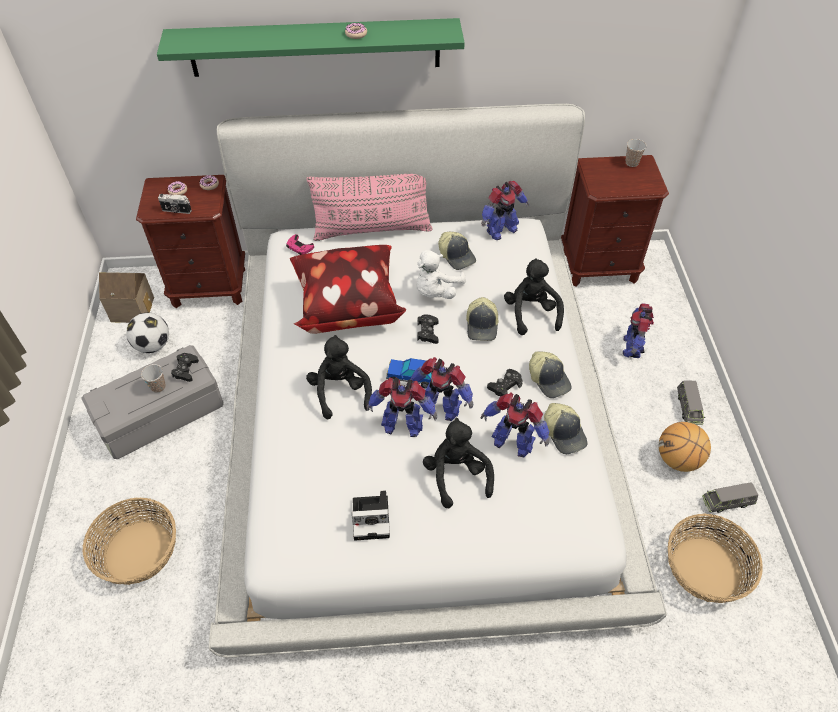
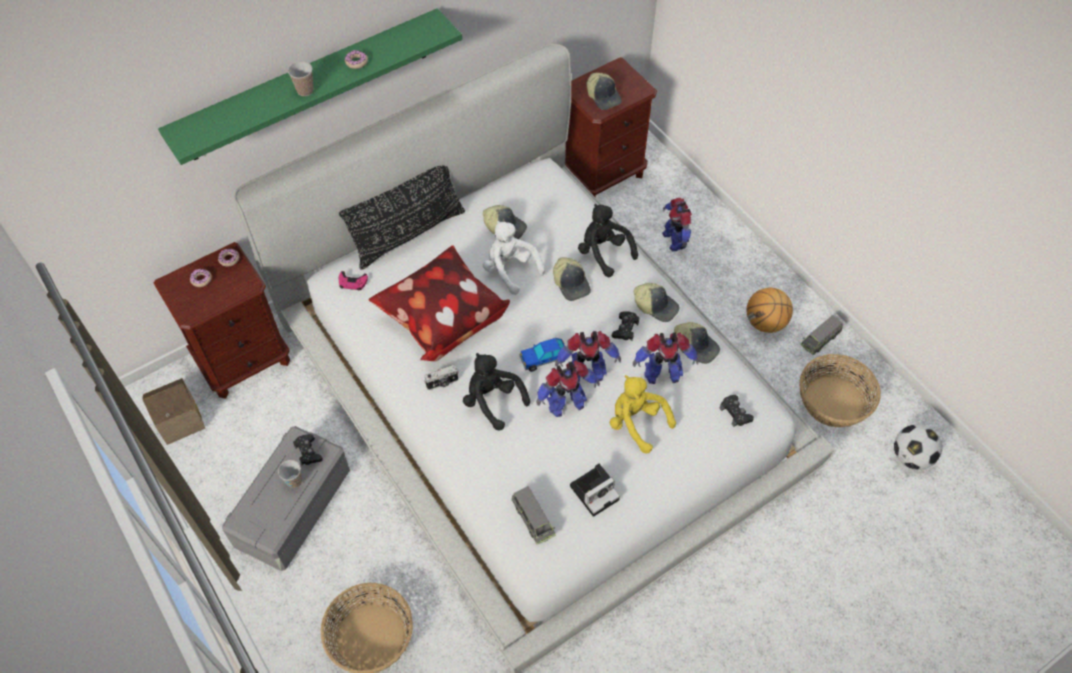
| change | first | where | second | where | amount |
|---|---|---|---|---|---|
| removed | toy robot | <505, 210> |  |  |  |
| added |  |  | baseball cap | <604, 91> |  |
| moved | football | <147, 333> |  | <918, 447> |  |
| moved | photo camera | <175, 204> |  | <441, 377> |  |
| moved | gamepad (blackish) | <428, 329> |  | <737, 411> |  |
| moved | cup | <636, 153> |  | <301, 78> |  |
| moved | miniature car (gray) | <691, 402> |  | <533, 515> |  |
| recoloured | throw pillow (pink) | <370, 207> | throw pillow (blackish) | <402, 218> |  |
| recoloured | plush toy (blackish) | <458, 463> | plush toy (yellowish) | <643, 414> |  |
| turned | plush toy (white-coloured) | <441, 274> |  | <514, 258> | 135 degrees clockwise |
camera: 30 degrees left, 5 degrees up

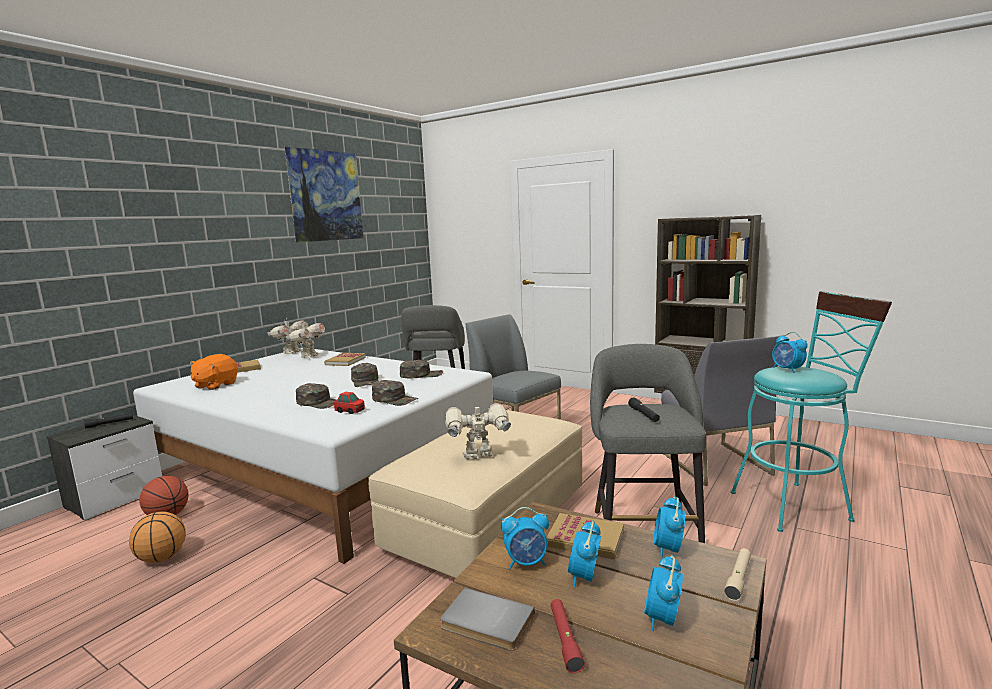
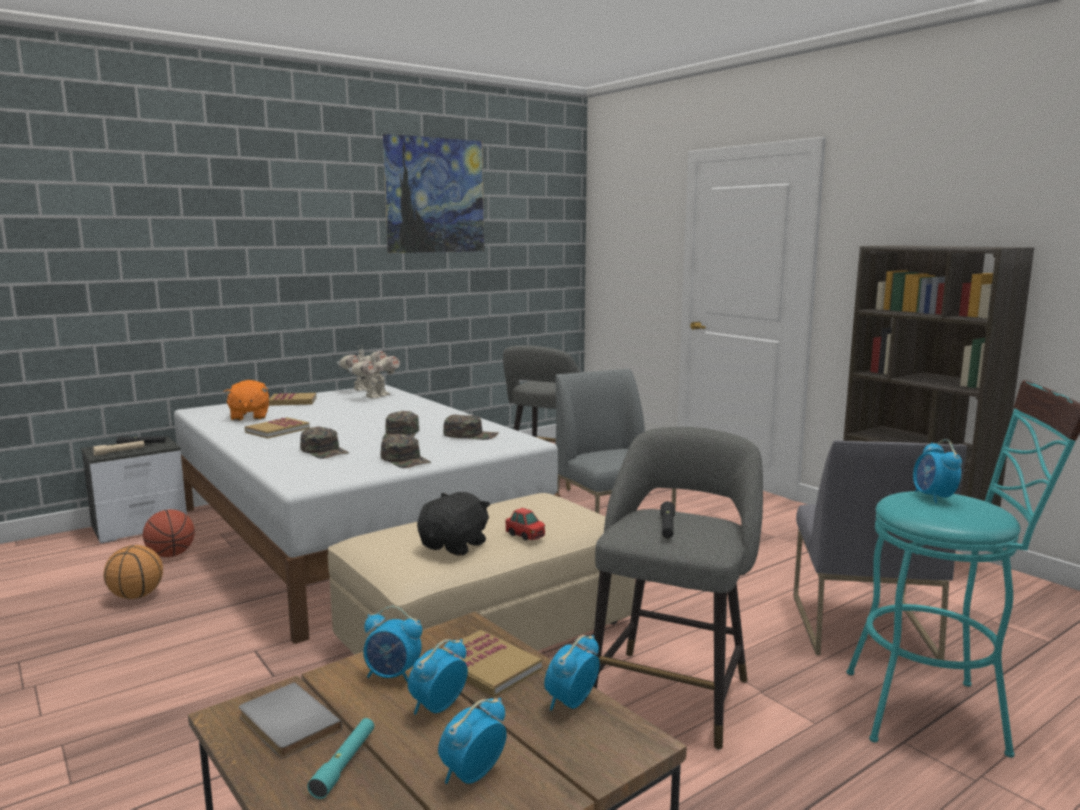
| change | first | where | second | where | amount |
|---|---|---|---|---|---|
| moved | volume | <345, 359> |  | <277, 427> |  |
| moved | miniature car | <349, 403> |  | <525, 524> |  |
| moved | torch (sand-coloured) | <737, 574> |  | <119, 448> |  |
| replaced | toy robot | <478, 430> | plush toy (blackish) | <454, 524> |  |
| recoloured | torch (red-coloured) | <568, 636> | torch (turquoise-coloured) | <340, 758> |  |
| turned | plush toy (orange) | <214, 372> |  | <246, 400> | 60 degrees counterclockwise |
camera: 20 degrees right, 0 degrees up

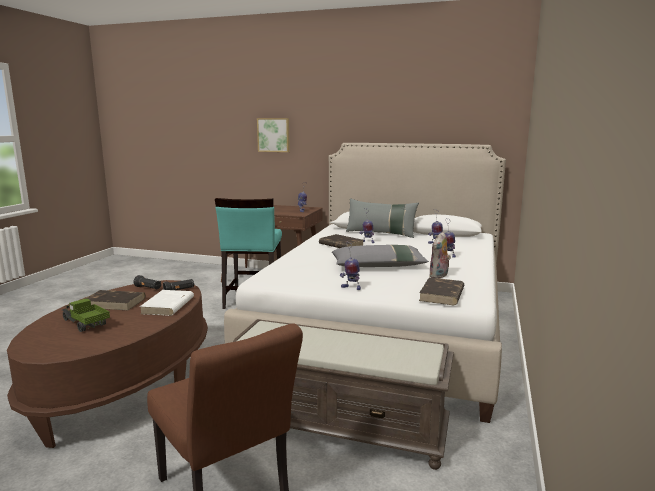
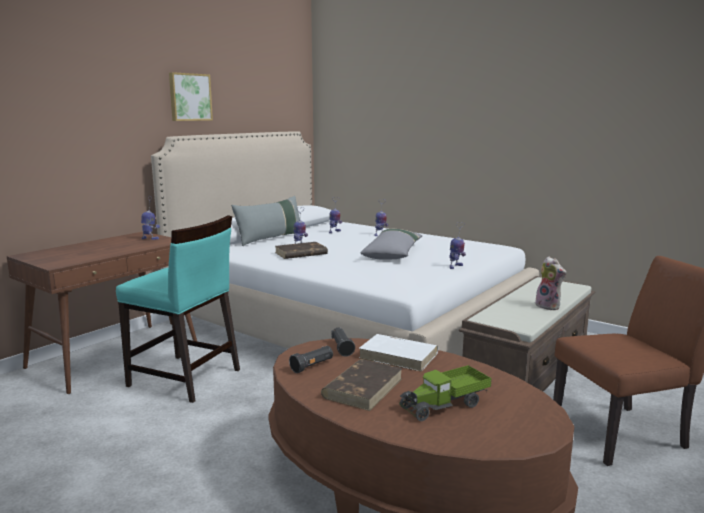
| change | first | where | second | where | amount |
|---|---|---|---|---|---|
| removed | volume (brownish) | <441, 291> |  |  |  |
| moved | wall art | <273, 135> |  | <191, 96> |  |
| moved | plush toy | <440, 255> |  | <550, 283> |  |
camera: 70 degrees left, 0 degrees up

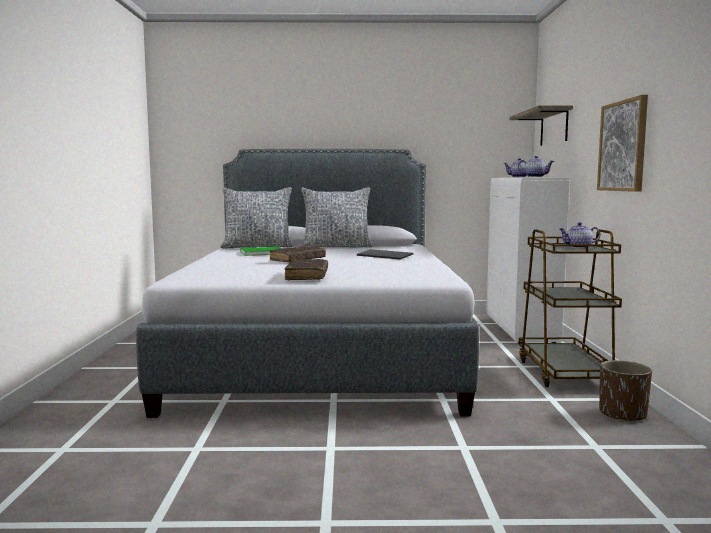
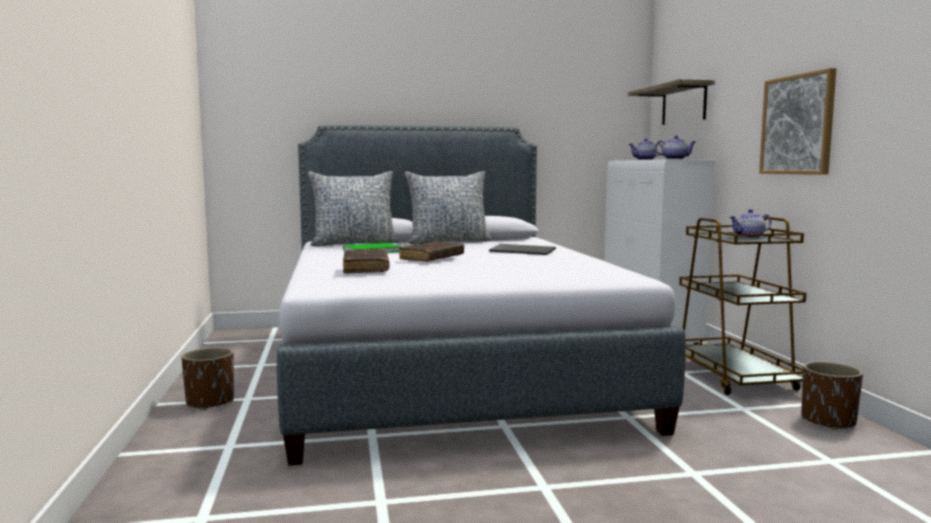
| change | first | where | second | where | amount |
|---|---|---|---|---|---|
| added |  |  | plant pot (brownish) | <207, 378> |  |
| moved | volume (brownish) | <306, 269> |  | <366, 261> |  |
camera: 10 degrees left, 0 degrees up

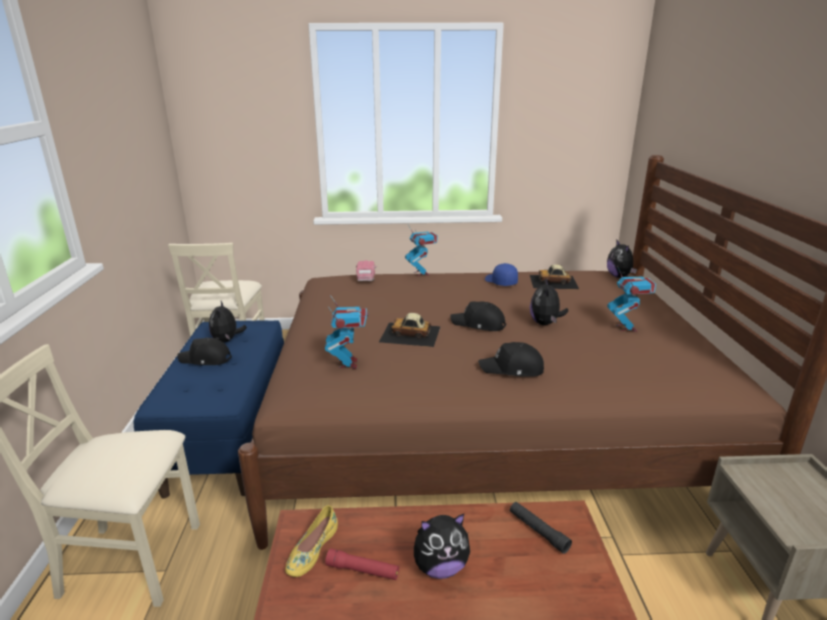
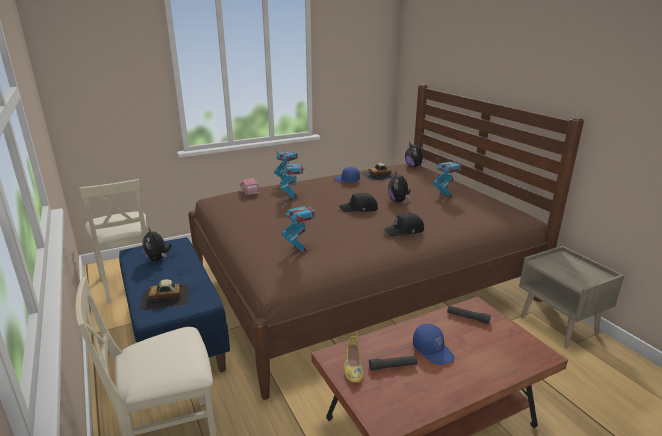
| change | first | where | second | where | amount |
|---|---|---|---|---|---|
| removed | baseball cap (blackish) | <204, 351> |  |  |  |
| added |  |  | toy robot | <292, 179> |  |
| moved | miniature car | <410, 330> |  | <164, 295> |  |
| replaced | plush toy | <442, 546> | baseball cap (bluish) | <433, 344> |  |
| recoloured | torch (red-coloured) | <362, 564> | torch (blackish) | <393, 363> |  |
camera: 25 degrees left, 0 degrees up

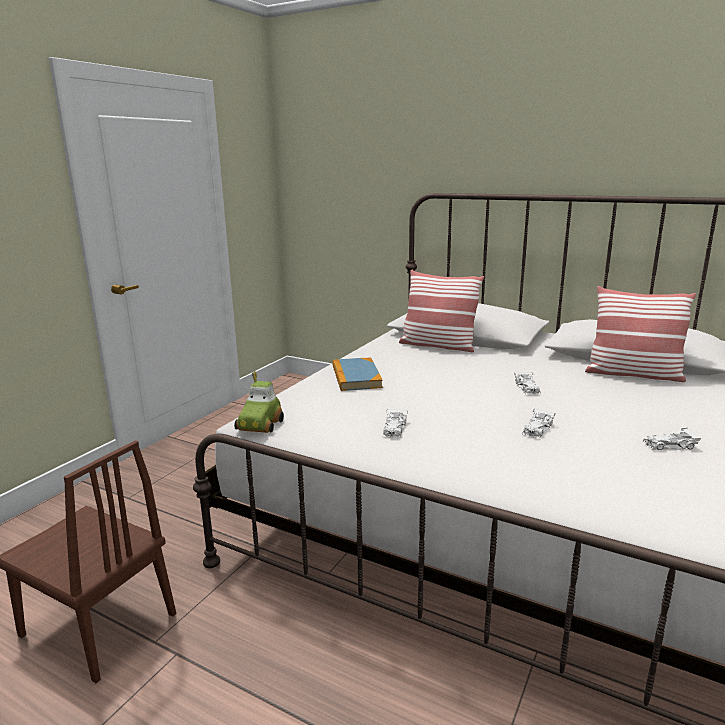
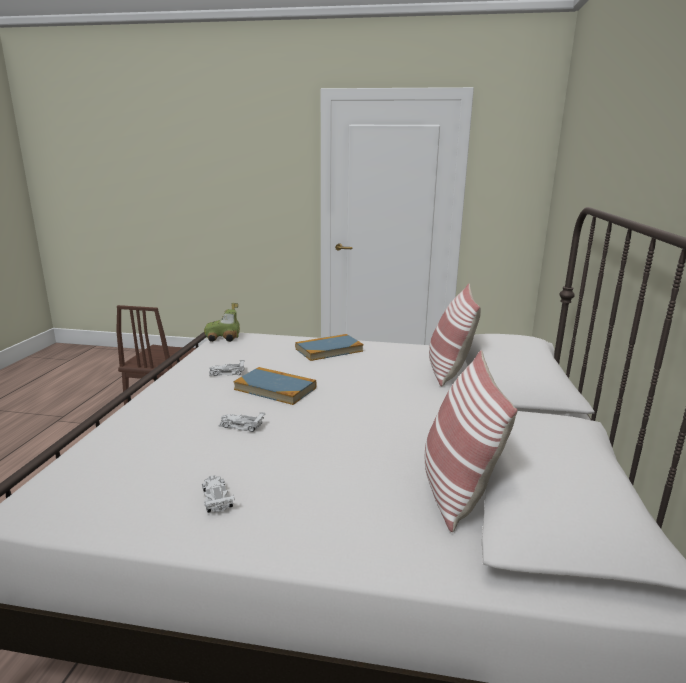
| change | first | where | second | where | amount |
|---|---|---|---|---|---|
| removed | miniature car (white-coloured) | <527, 383> |  |  |  |
| added |  |  | volume | <275, 386> |  |
camera: 70 degrees right, 0 degrees up

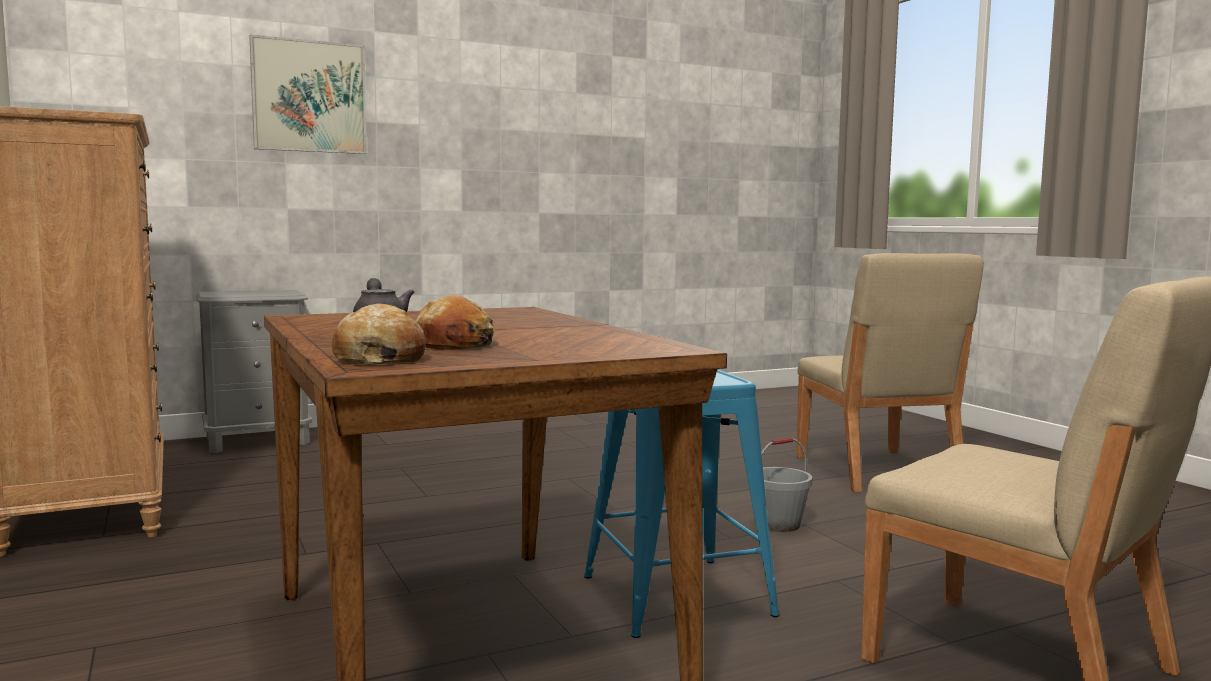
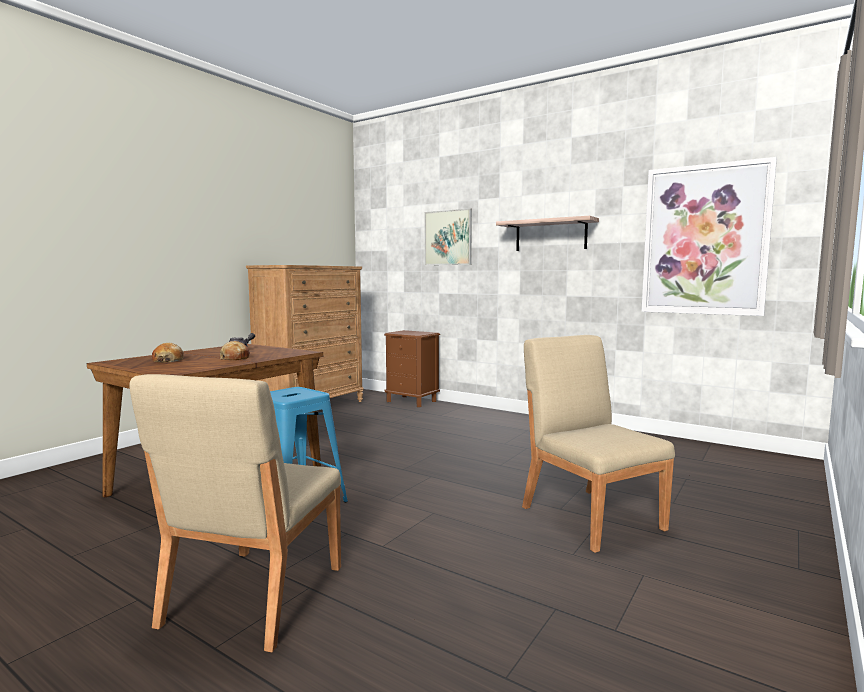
| change | first | where | second | where | amount |
|---|---|---|---|---|---|
| removed | pail (gray) | <786, 484> |  |  |  |
| added |  |  | wall shelf | <547, 233> |  |
| added |  |  | wall art | <709, 236> |  |
| moved | bread | <378, 334> |  | <235, 350> |  |
| recoloured | night table (gray) | <254, 371> | night table (brownish) | <412, 368> |  |
| turned | upright chair (sand-coloured) | <890, 373> |  | <598, 444> | 105 degrees clockwise |
camera: 60 degrees right, 0 degrees up

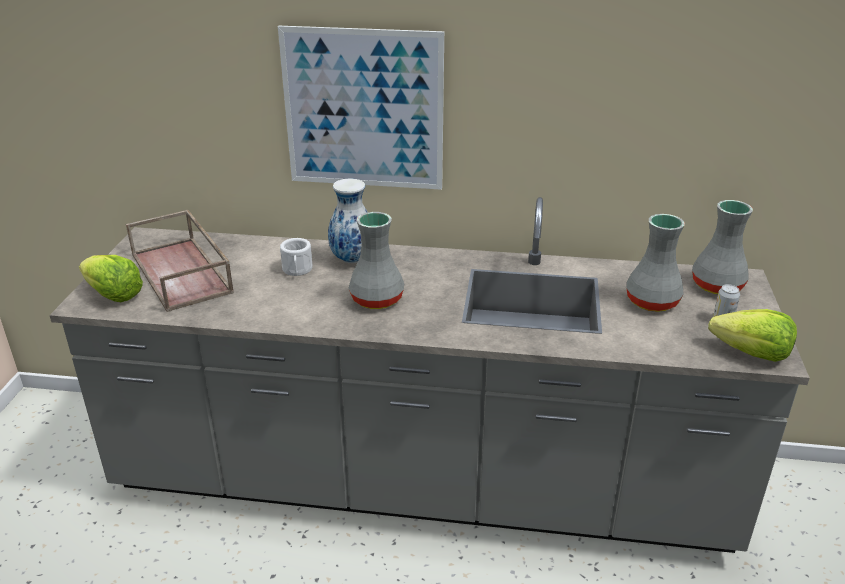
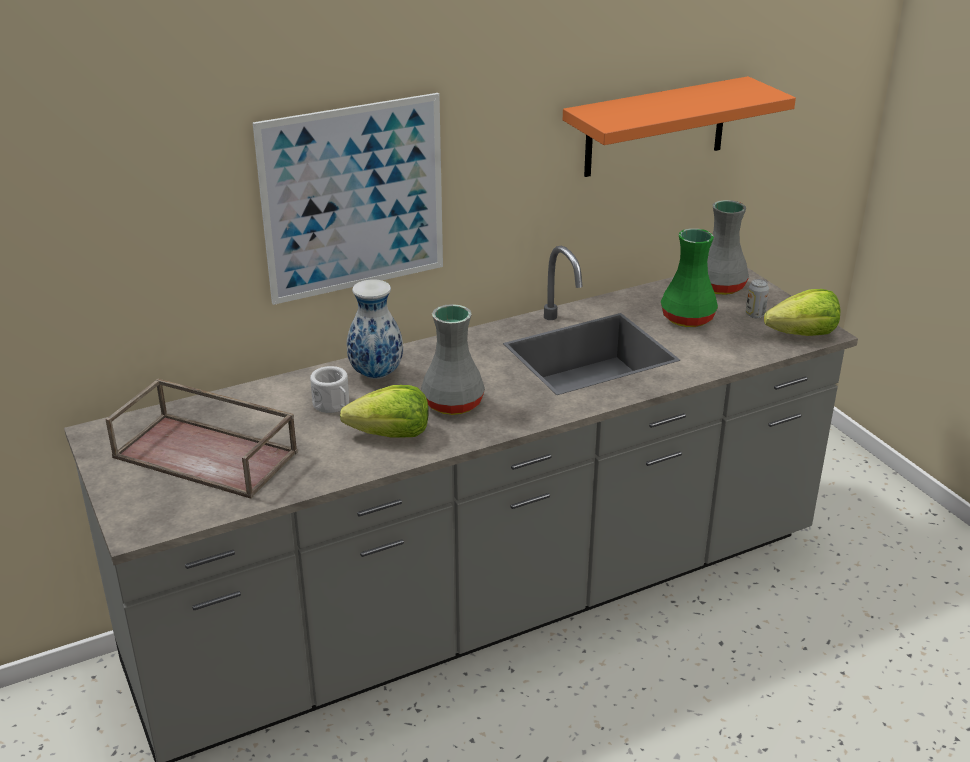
| change | first | where | second | where | amount |
|---|---|---|---|---|---|
| added |  |  | wall shelf (orange) | <679, 126> |  |
| moved | lettuce | <111, 278> |  | <384, 411> |  |
| recoloured | flower vase (gray) | <655, 263> | flower vase (greenish) | <689, 277> |  |
camera: 35 degrees left, 0 degrees up

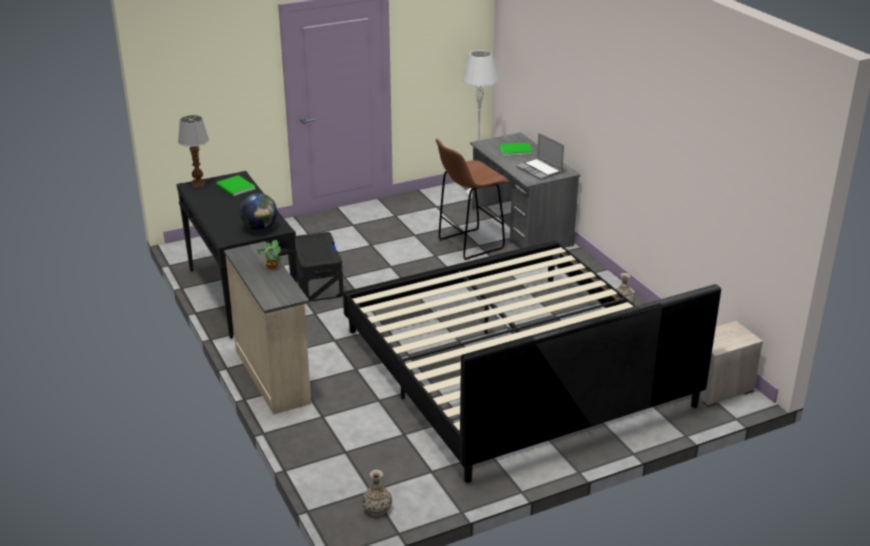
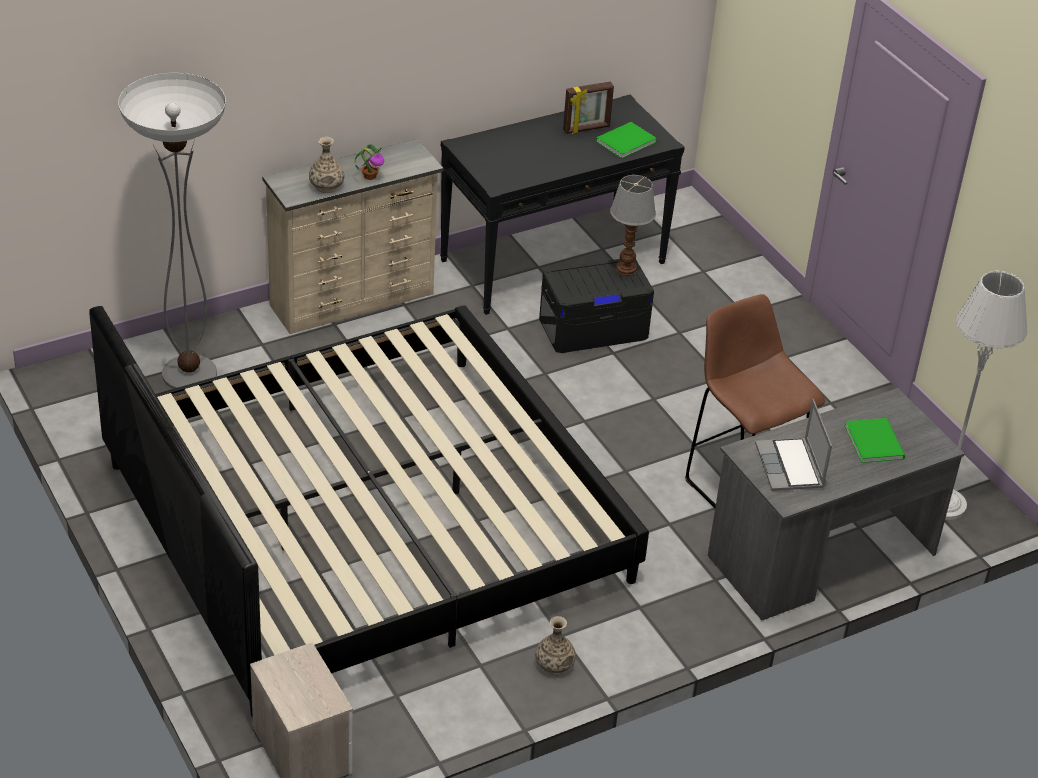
| change | first | where | second | where | amount |
|---|---|---|---|---|---|
| removed | globe | <258, 211> |  |  |  |
| added |  |  | standing lamp | <172, 231> |  |
| added |  |  | picture frame | <588, 108> |  |
| moved | tabletop lamp | <193, 151> |  | <633, 225> |  |
| moved | flower vase | <377, 493> |  | <326, 165> |  |
| turned | notebook computer | <540, 156> |  | <793, 445> | 60 degrees counterclockwise |
camera: 85 degrees right, 10 degrees up

